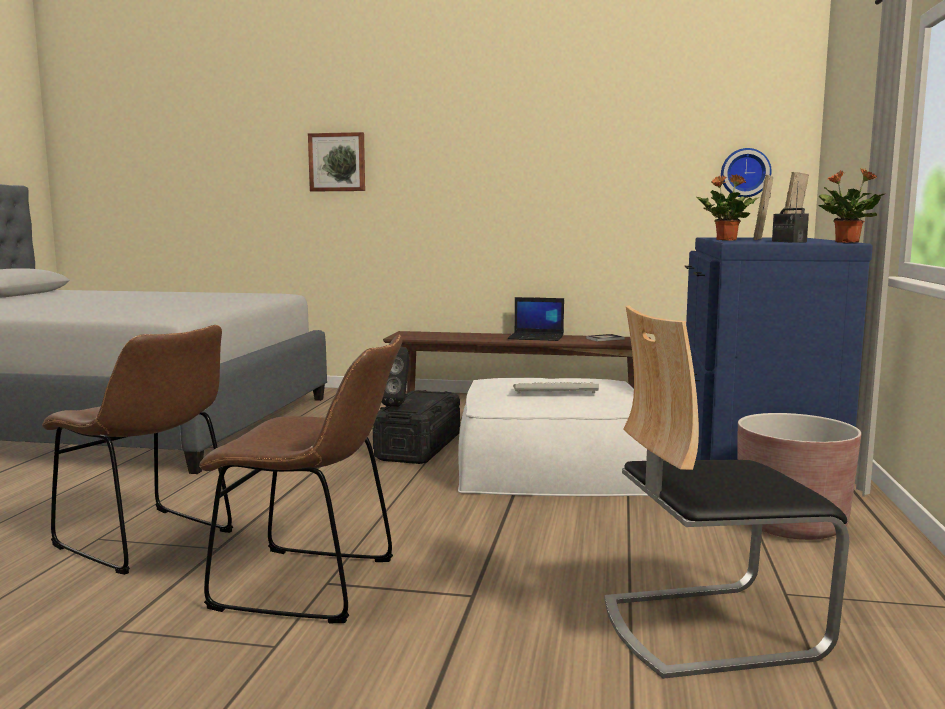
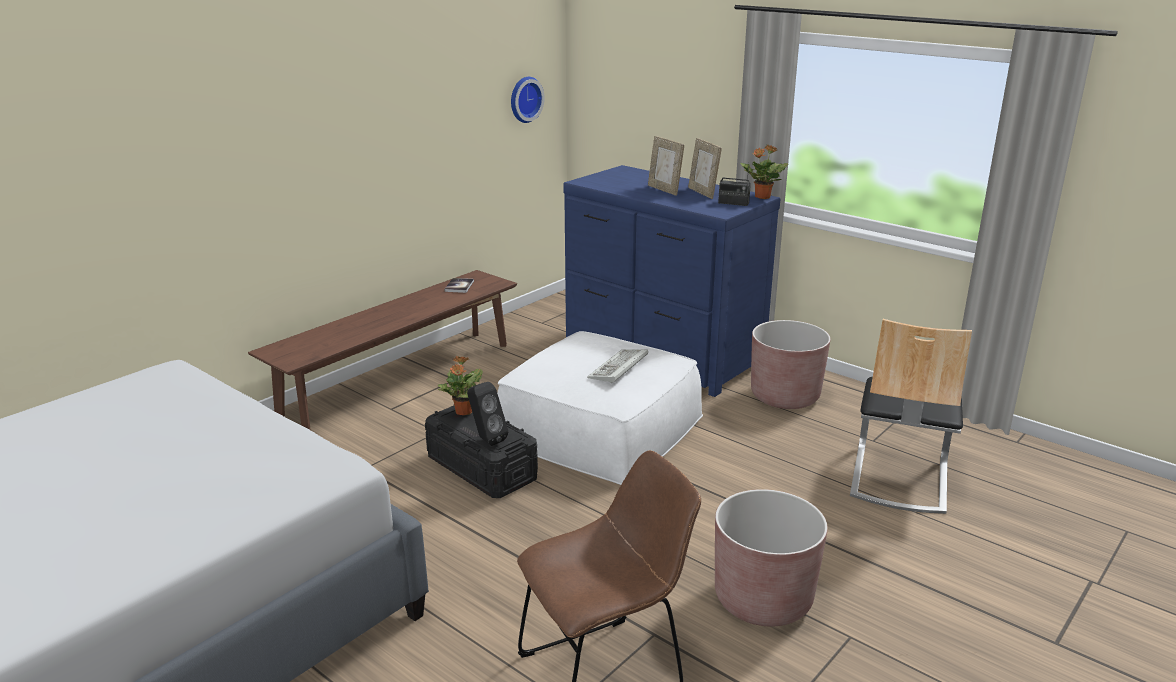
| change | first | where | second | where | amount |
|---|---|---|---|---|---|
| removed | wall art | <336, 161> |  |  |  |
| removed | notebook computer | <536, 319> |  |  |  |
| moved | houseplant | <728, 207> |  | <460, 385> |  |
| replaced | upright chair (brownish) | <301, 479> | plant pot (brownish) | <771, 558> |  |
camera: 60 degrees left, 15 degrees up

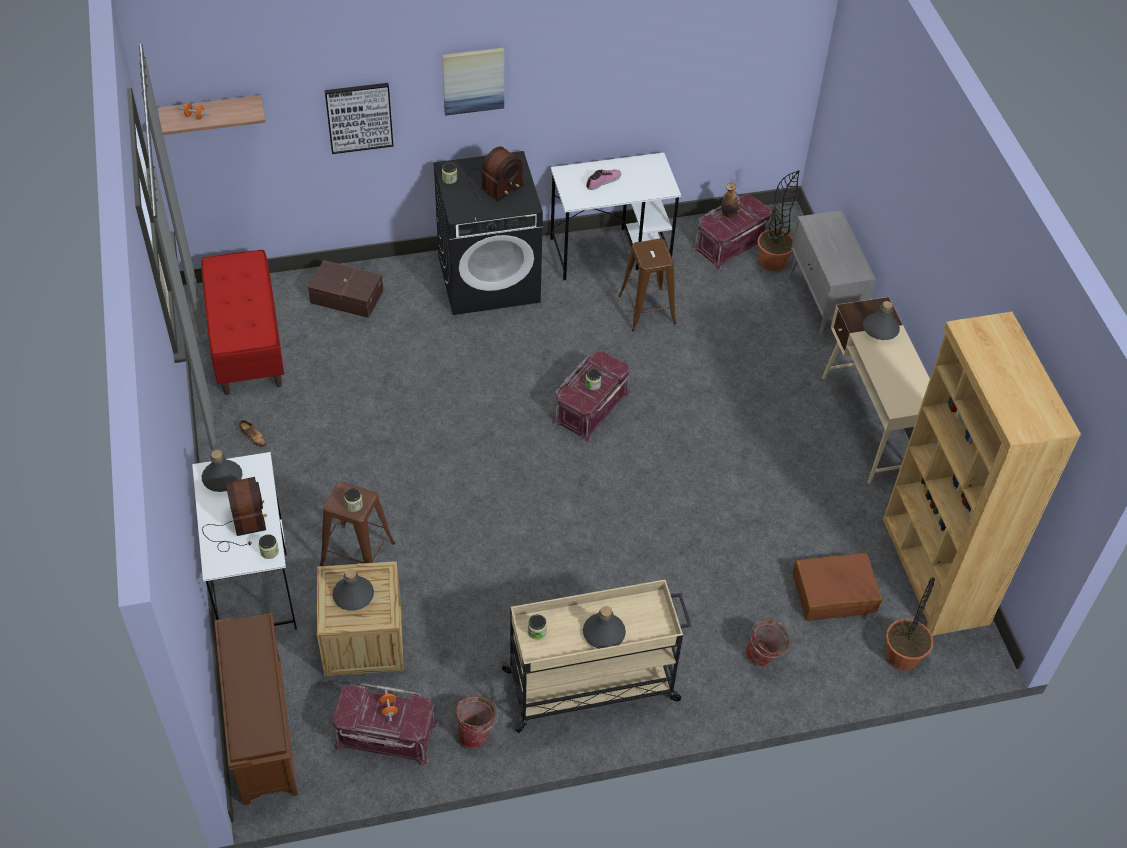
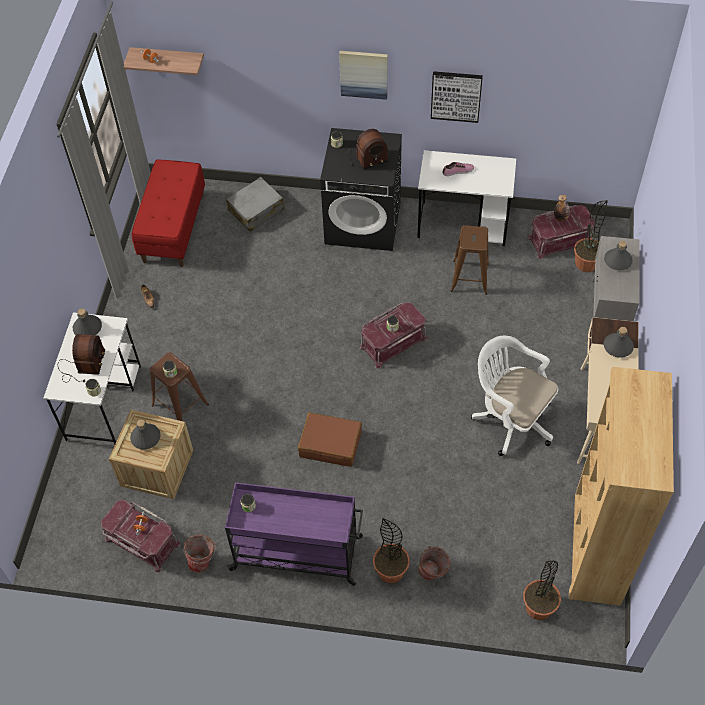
| change | first | where | second | where | amount |
|---|---|---|---|---|---|
| removed | shoe shelf (brownish) | <256, 709> |  |  |  |
| added |  |  | houseplant | <391, 550> |  |
| added |  |  | computer chair (white-coloured) | <514, 396> |  |
| moved | wall art | <359, 118> |  | <457, 97> |  |
| moved | bottle (gray) | <604, 627> |  | <618, 255> |  |
| moved | piece of luggage (brownish) | <837, 587> |  | <330, 440> |  |
| replaced | storage container (brownish) | <345, 289> | piece of luggage (gray) | <255, 204> |  |
| recoloured | cart (sand-coloured) | <595, 656> | cart (purple) | <294, 534> |  |
camera: 25 degrees right, 5 degrees up

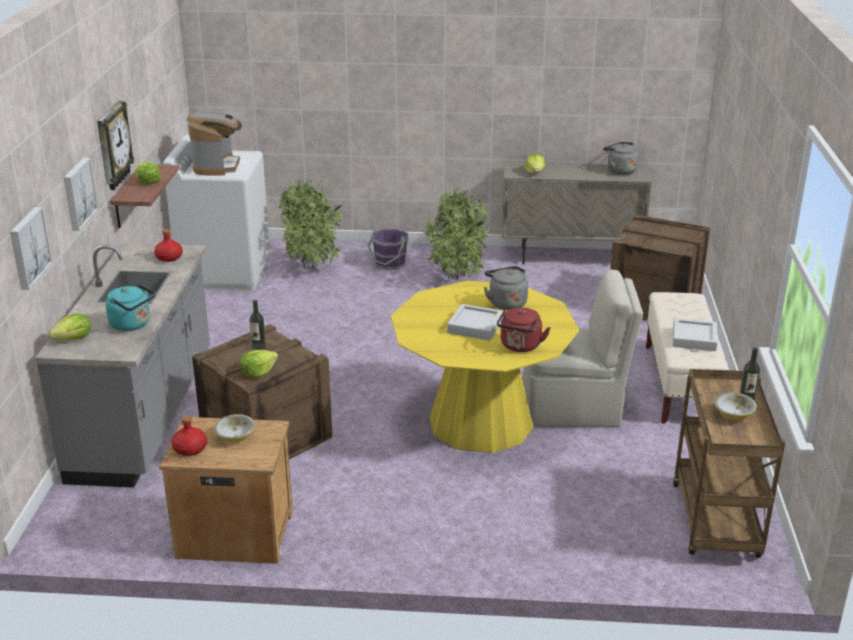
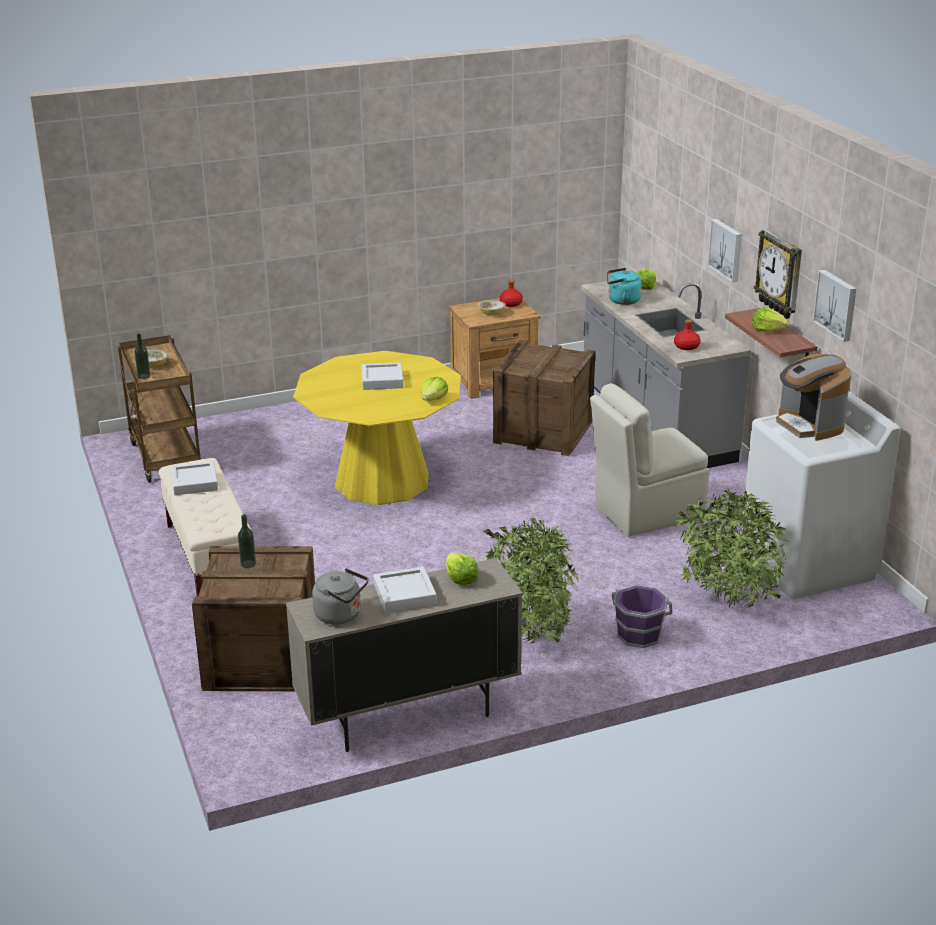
| change | first | where | second | where | amount |
|---|---|---|---|---|---|
| removed | water kettle (gray) | <506, 288> |  |  |  |
| removed | water kettle (red-coloured) | <524, 329> |  |  |  |
| added |  |  | carrying tray (gray) | <405, 590> |  |
| moved | wall art | <31, 248> |  | <834, 306> |  |
| moved | lettuce | <259, 364> |  | <435, 389> |  |
| moved | bottle | <257, 325> |  | <247, 541> |  |
| moved | upright chair (sand-coloured) | <583, 348> |  | <649, 460> |  |
camera: 155 degrees right, 0 degrees up

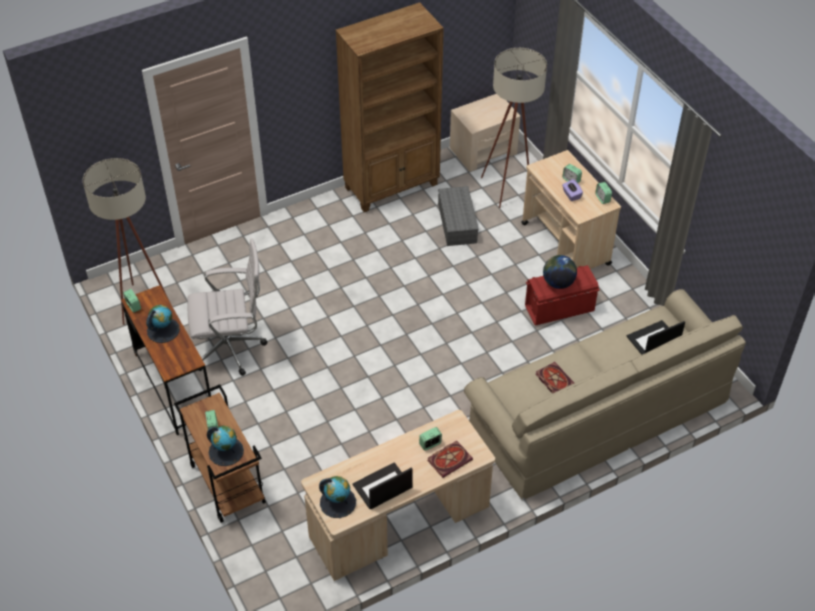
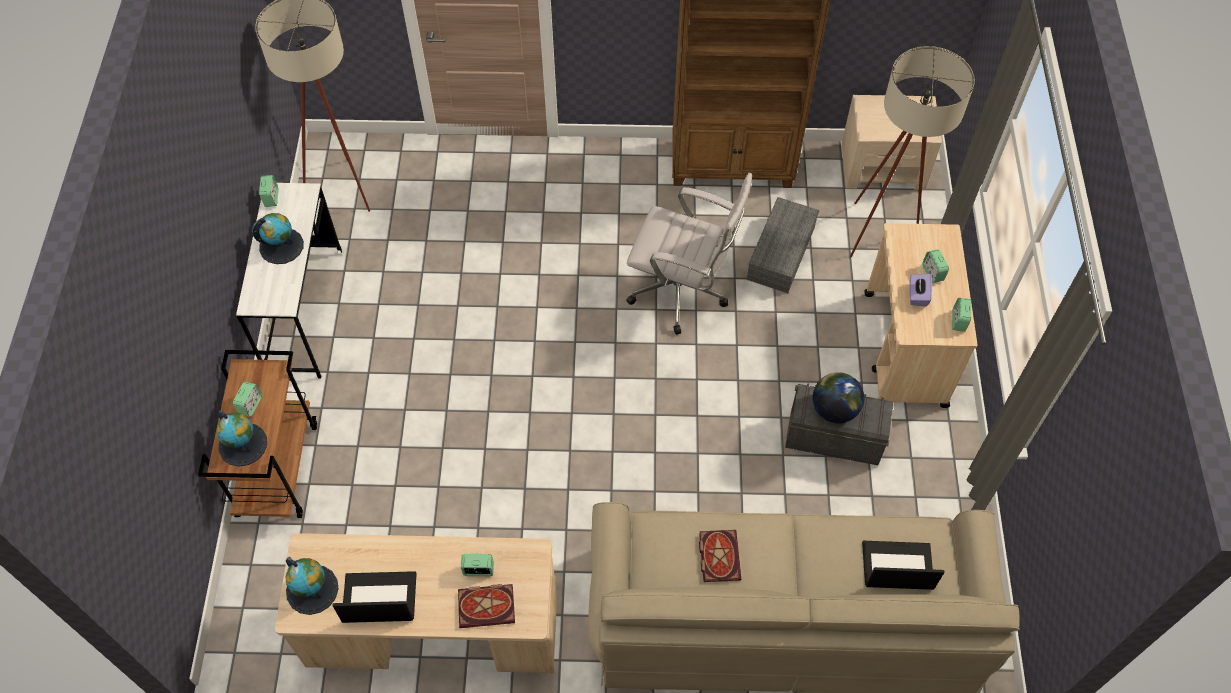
| change | first | where | second | where | amount |
|---|---|---|---|---|---|
| moved | computer chair (white-coloured) | <228, 307> |  | <689, 254> |  |
| recoloured | desk (brownish) | <166, 360> | desk (white-coloured) | <289, 281> |  |
| recoloured | storage container (red-coloured) | <562, 295> | storage container (gray) | <839, 424> |  |
camera: 30 degrees right, 10 degrees up

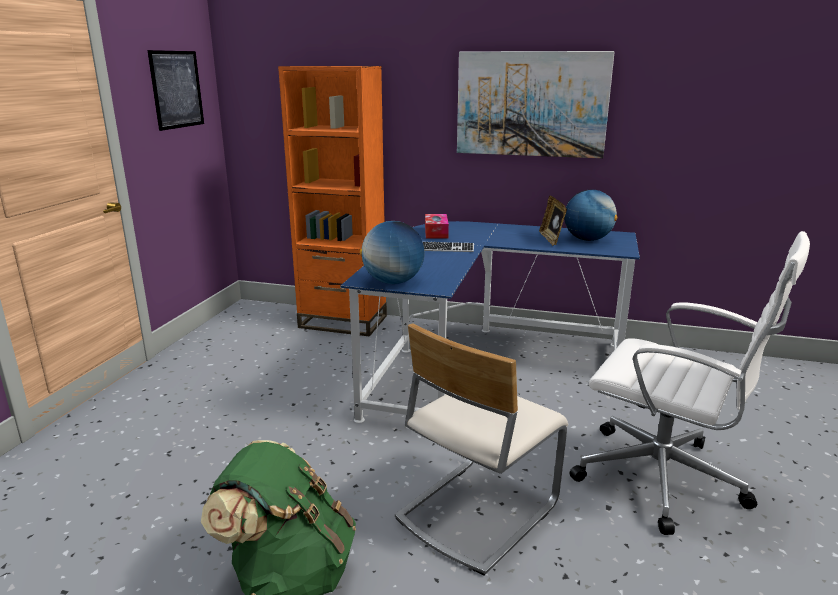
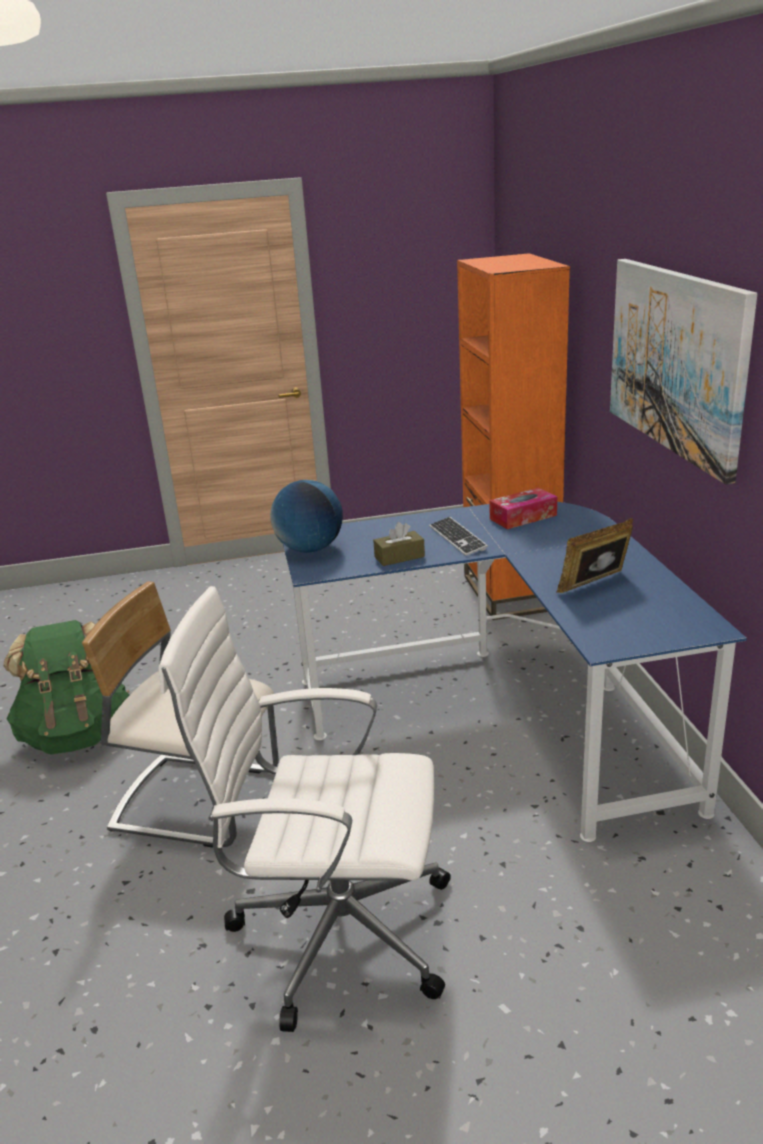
| change | first | where | second | where | amount |
|---|---|---|---|---|---|
| removed | wall art | <175, 90> |  |  |  |
| removed | globe | <590, 215> |  |  |  |
| added |  |  | tissue holder (brownish) | <399, 544> |  |
| turned | computer chair (white-coloured) | <689, 383> |  | <304, 809> | 90 degrees clockwise |
camera: 65 degrees right, 5 degrees up

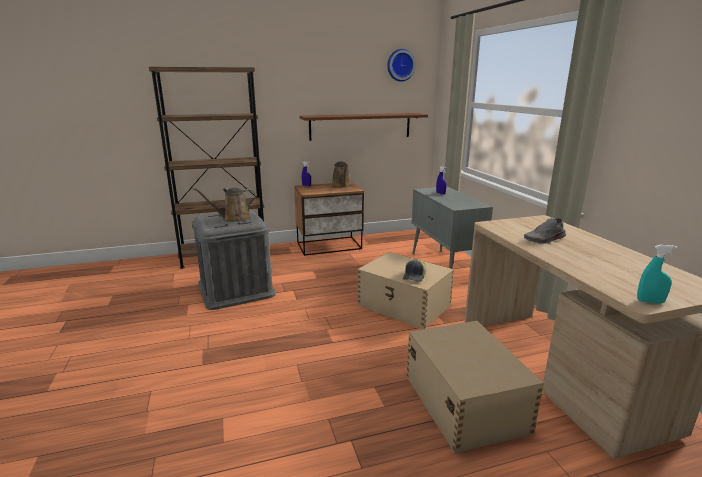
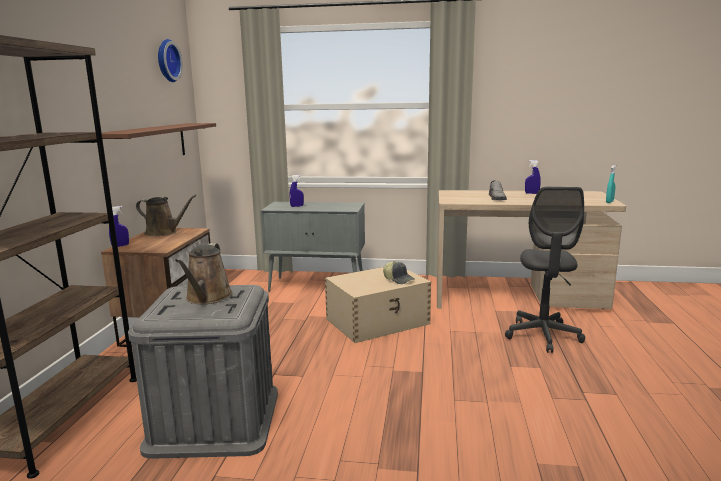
| change | first | where | second | where | amount |
|---|---|---|---|---|---|
| added |  |  | sprayer (bluish) | <533, 177> |  |
| replaced | storage container (sand-coloured) | <475, 387> | computer chair (gray) | <545, 270> |  |
camera: 65 degrees left, 5 degrees down

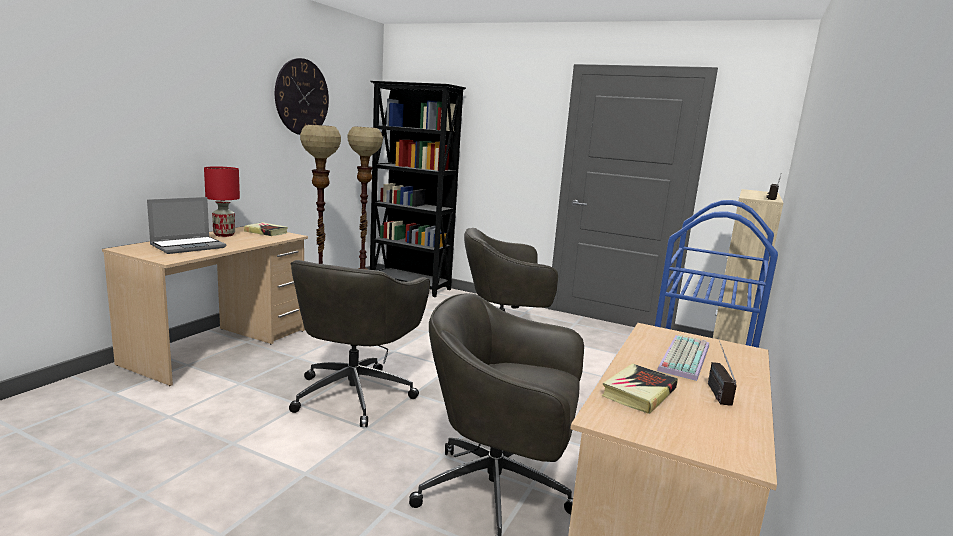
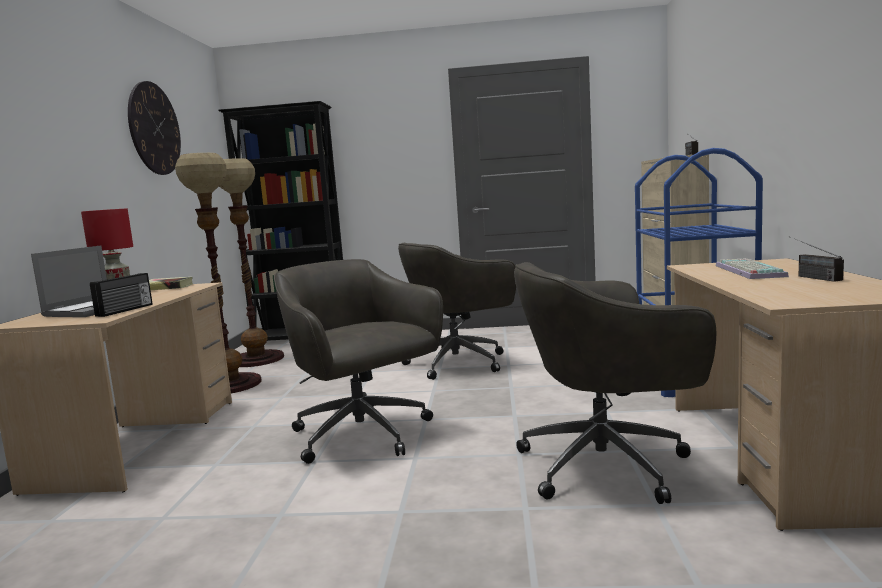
| change | first | where | second | where | amount |
|---|---|---|---|---|---|
| removed | volume | <639, 388> |  |  |  |
| added |  |  | radio receiver | <121, 295> |  |
| turned | computer chair (gray) | <359, 343> |  | <358, 361> | 150 degrees clockwise |
camera: 20 degrees left, 5 degrees down

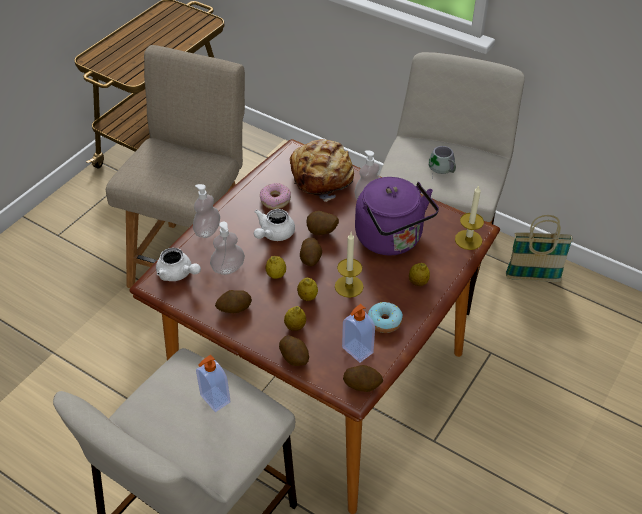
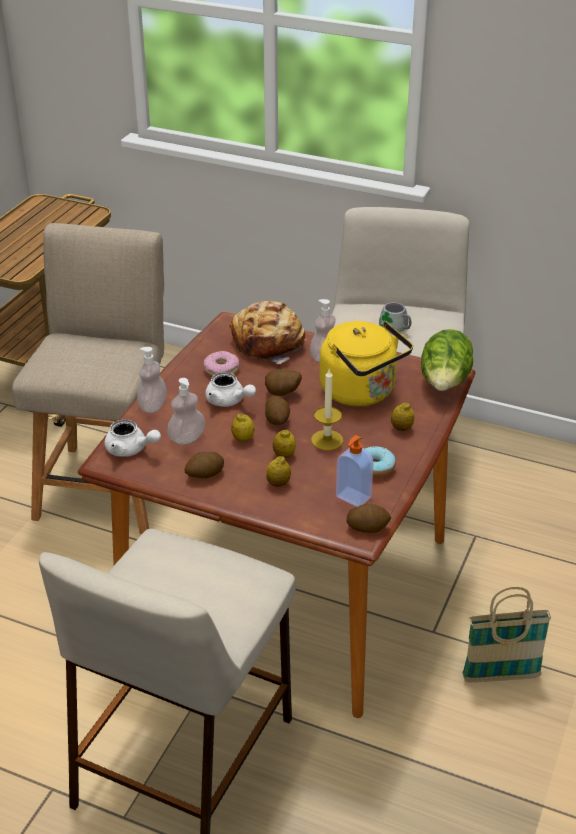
| change | first | where | second | where | amount |
|---|---|---|---|---|---|
| removed | liquid soap bottle | <213, 383> |  |  |  |
| removed | whole potato | <294, 350> |  |  |  |
| moved | household basket | <539, 248> |  | <506, 634> |  |
| replaced | wax candle | <469, 217> | lettuce | <447, 360> |  |
| recoloured | water kettle (purple) | <397, 216> | water kettle (yellowish) | <366, 364> |  |
| turned | tea pot (white-coloured) | <274, 225> |  | <230, 389> | 75 degrees counterclockwise |
camera: 10 degrees left, 10 degrees down

